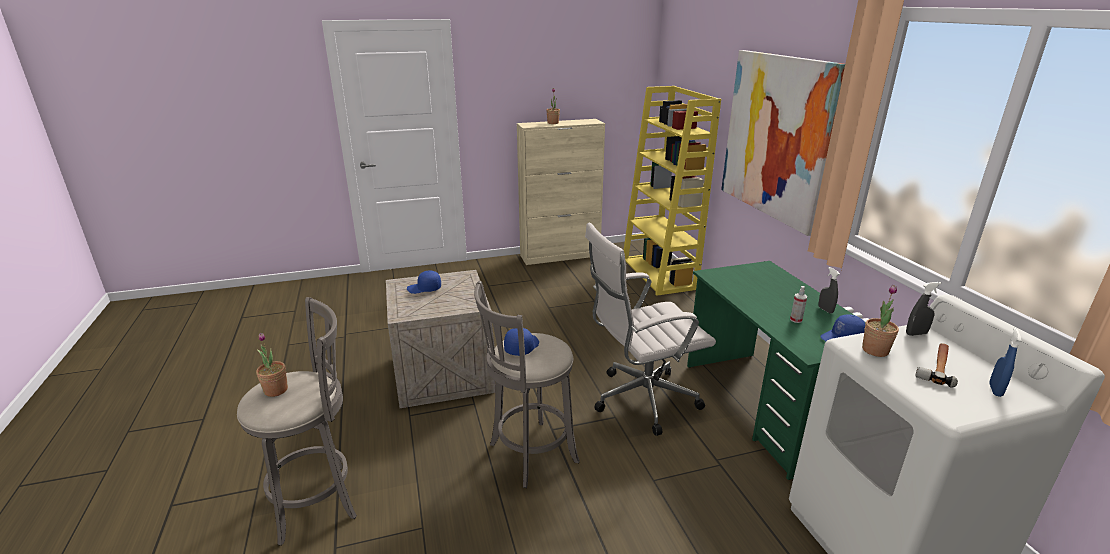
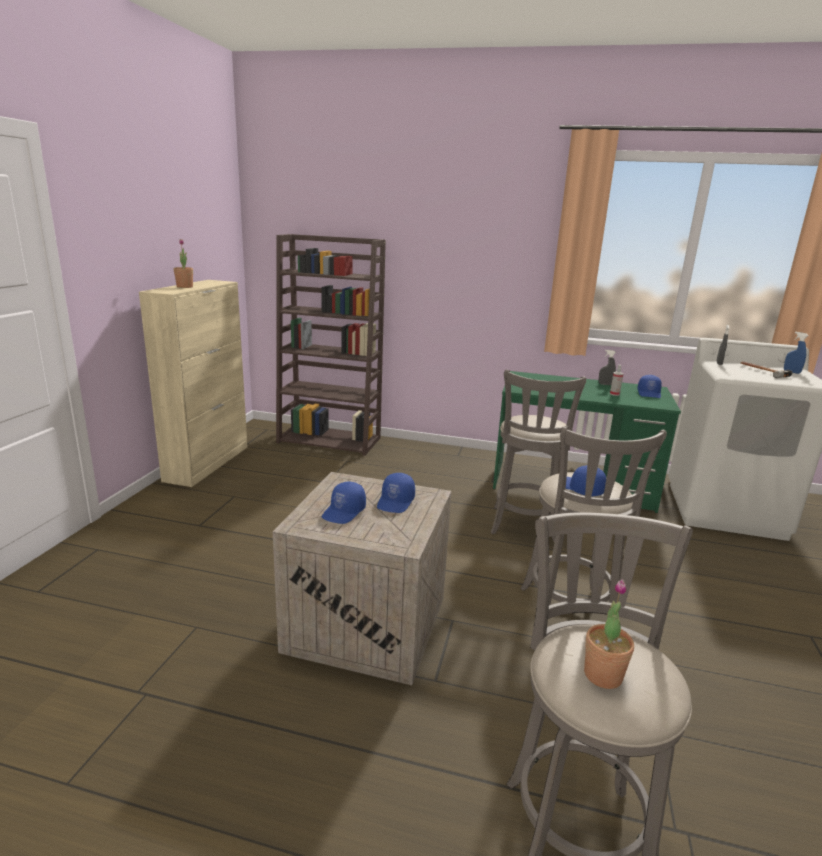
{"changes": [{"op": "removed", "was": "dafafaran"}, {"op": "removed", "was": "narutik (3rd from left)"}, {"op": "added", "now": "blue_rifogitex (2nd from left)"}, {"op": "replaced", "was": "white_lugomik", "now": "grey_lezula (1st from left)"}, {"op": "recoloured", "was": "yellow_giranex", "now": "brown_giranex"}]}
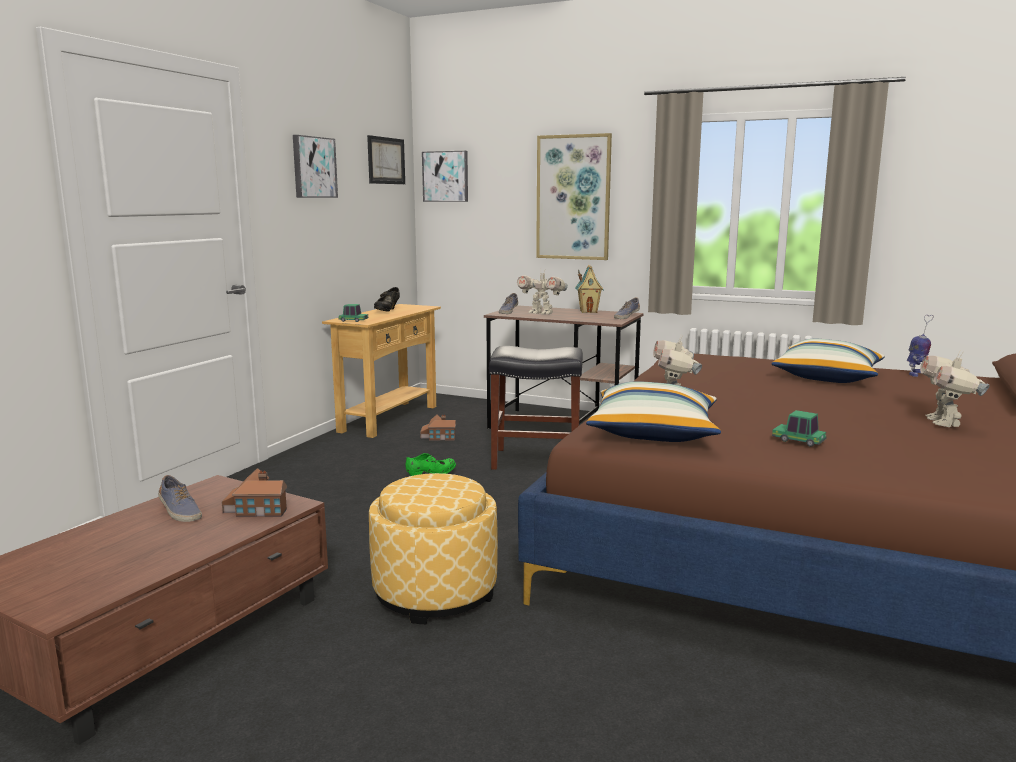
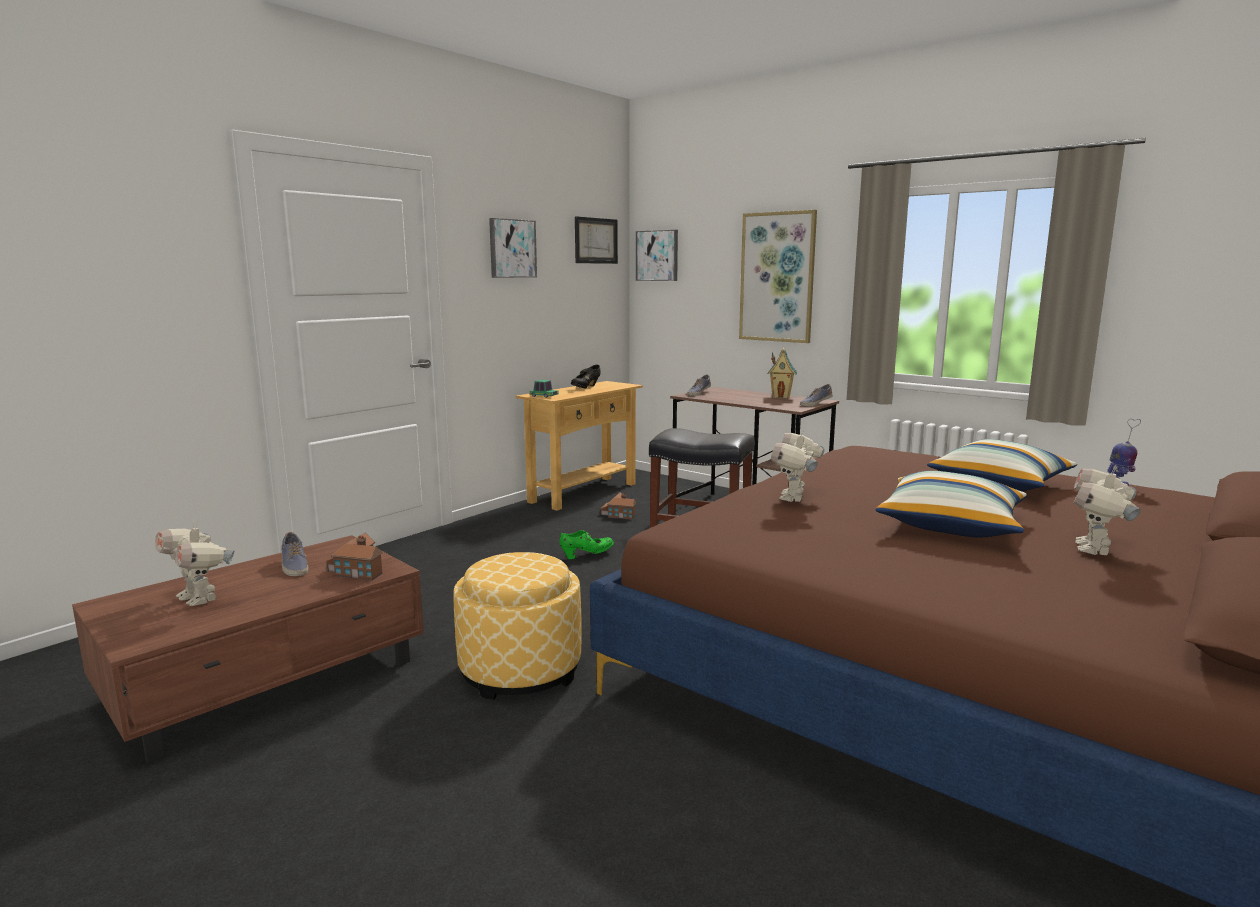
{"changes": [{"op": "removed", "was": "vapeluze (2nd from left)"}, {"op": "moved", "was": "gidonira (1st from left)"}, {"op": "moved", "was": "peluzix (1st from left)"}]}
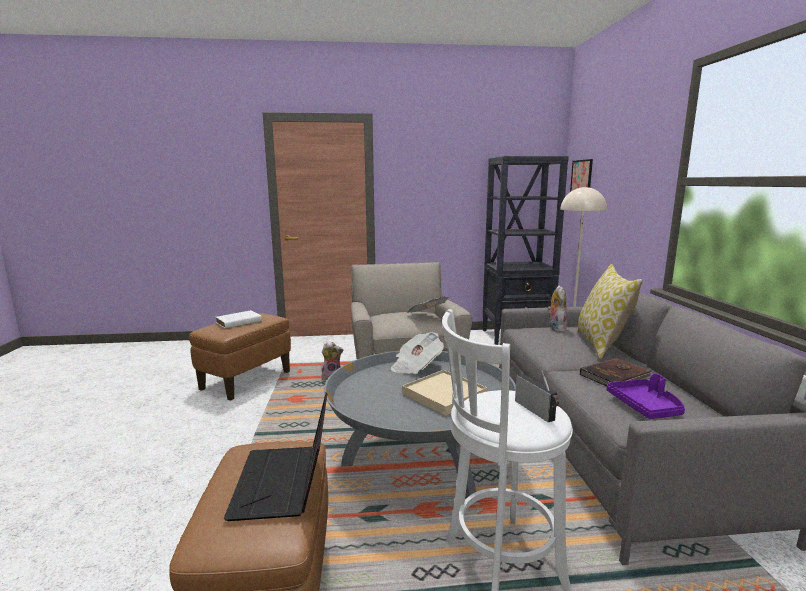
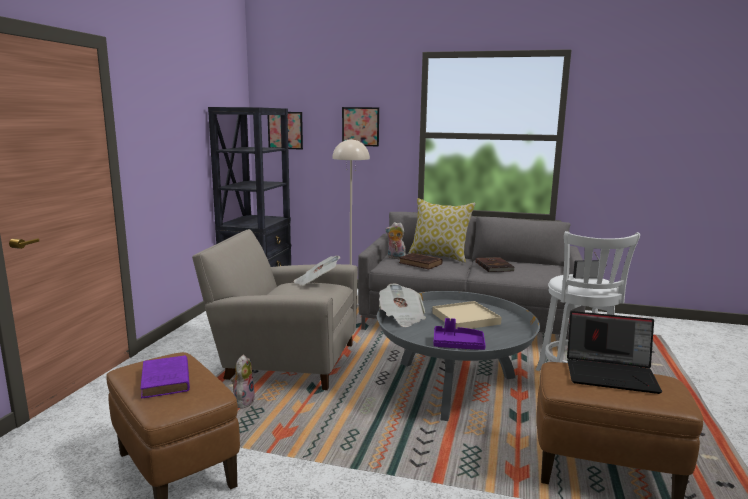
{"changes": [{"op": "added", "now": "dafafaran (2nd from left)"}, {"op": "added", "now": "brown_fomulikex (1st from left)"}, {"op": "moved", "was": "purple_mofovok"}, {"op": "recoloured", "was": "white_fomulikex", "now": "purple_fomulikex"}]}
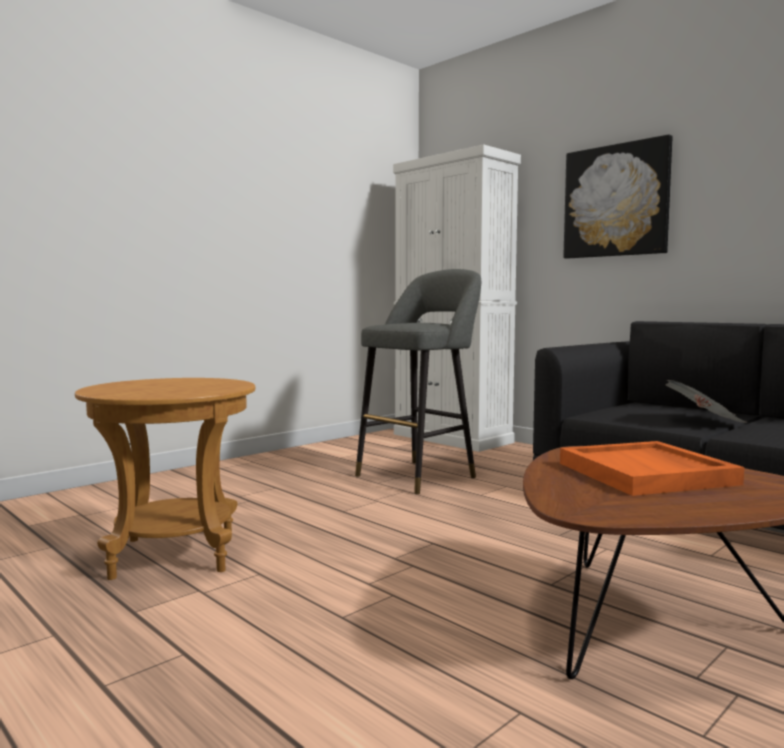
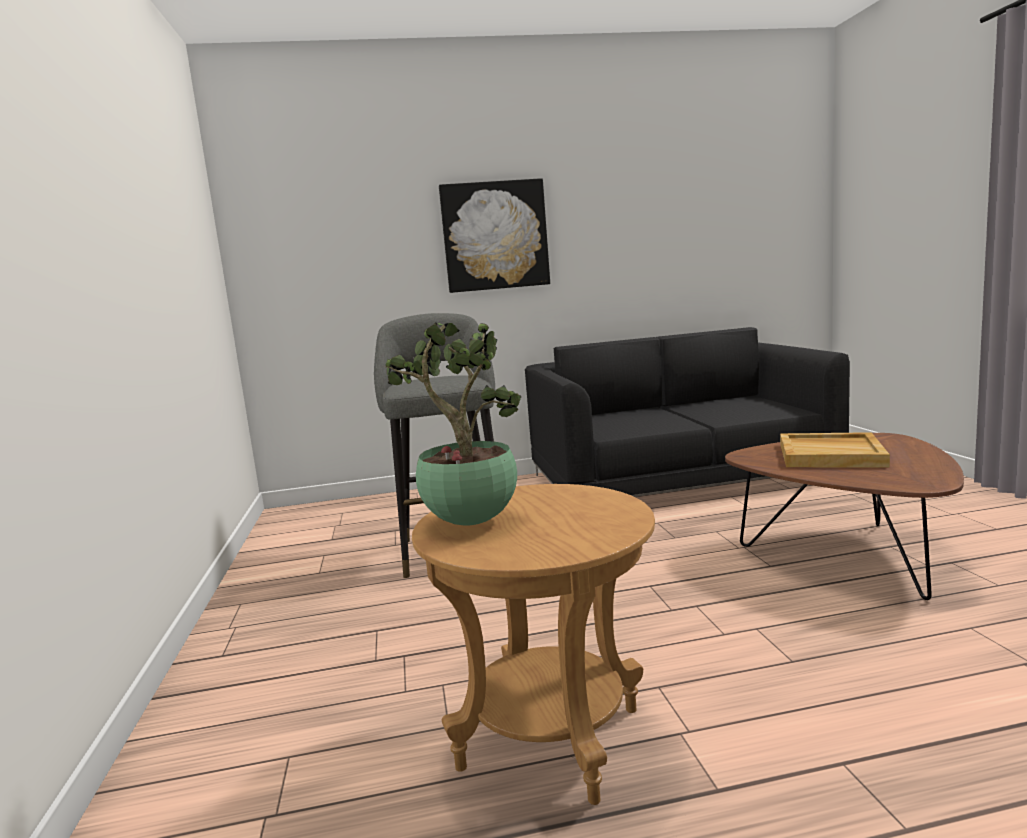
{"changes": [{"op": "removed", "was": "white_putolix"}, {"op": "removed", "was": "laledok"}, {"op": "added", "now": "narutik"}, {"op": "recoloured", "was": "orange_mofovok", "now": "beige_mofovok"}]}
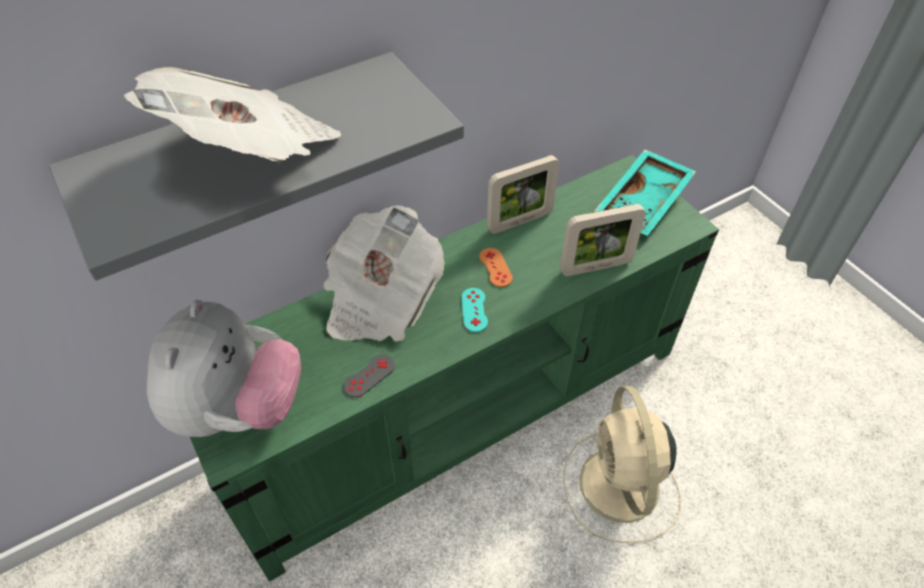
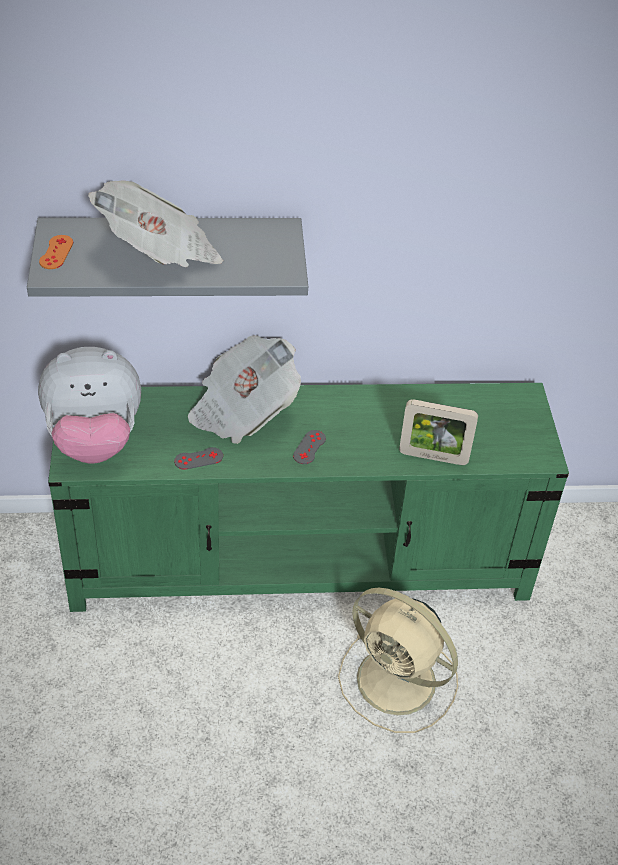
{"changes": [{"op": "removed", "was": "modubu (1st from left)"}, {"op": "removed", "was": "turquoise_mofovok"}, {"op": "moved", "was": "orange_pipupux"}, {"op": "recoloured", "was": "turquoise_pipupux", "now": "grey_pipupux (2nd from left)"}, {"op": "turned", "was": "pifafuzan", "clockwise": 45}, {"op": "turned", "was": "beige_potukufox", "clockwise": -75}]}
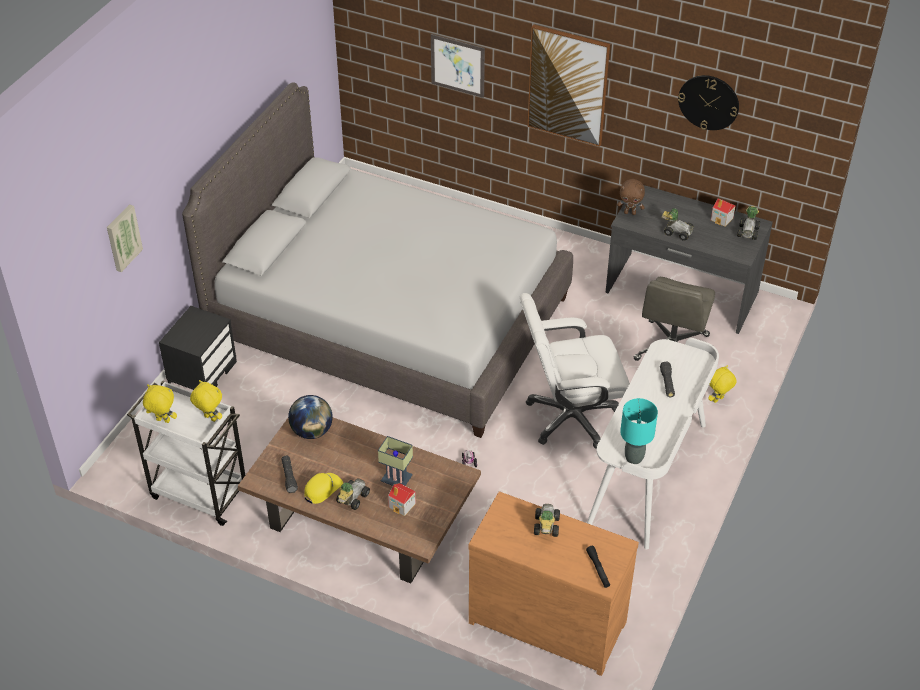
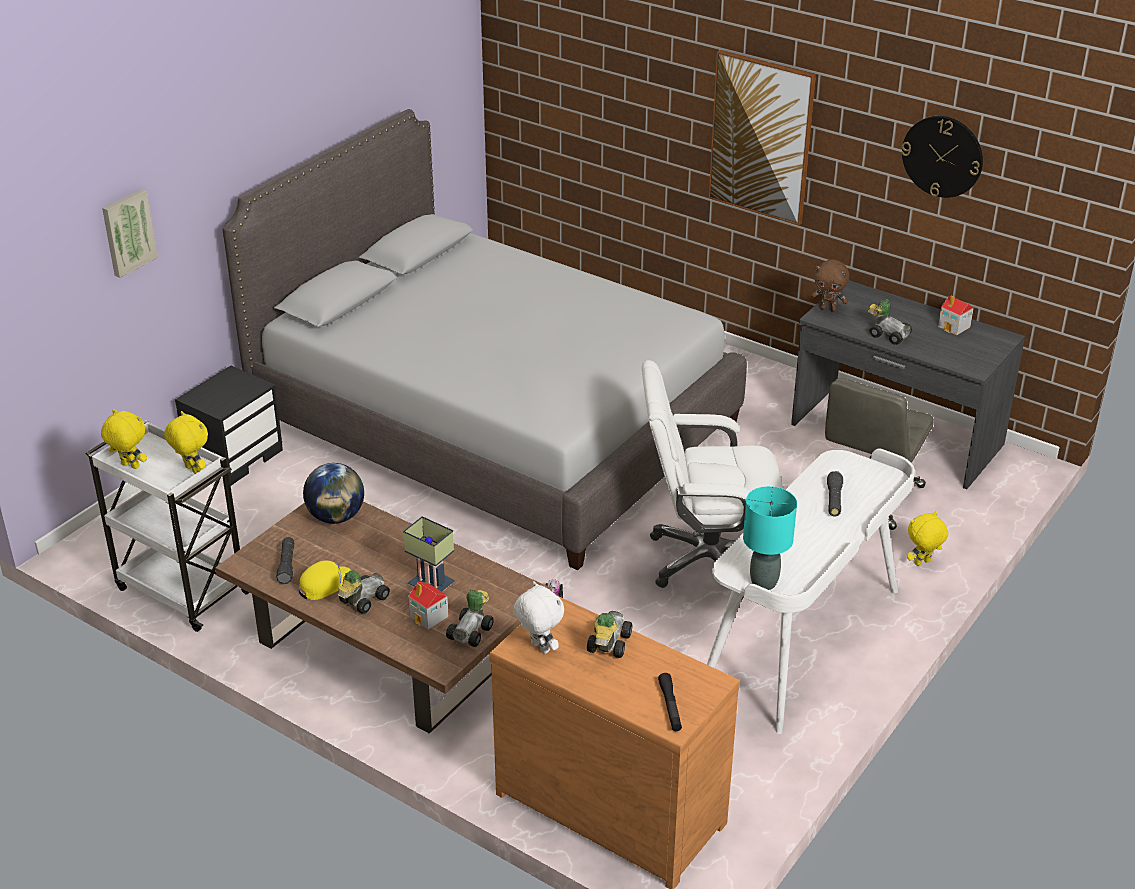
{"changes": [{"op": "removed", "was": "dafafaran (2nd from left)"}, {"op": "added", "now": "white_pifafuzan"}, {"op": "moved", "was": "vapeluze (5th from left in the first image)", "now": "vapeluze (2nd from left)"}]}
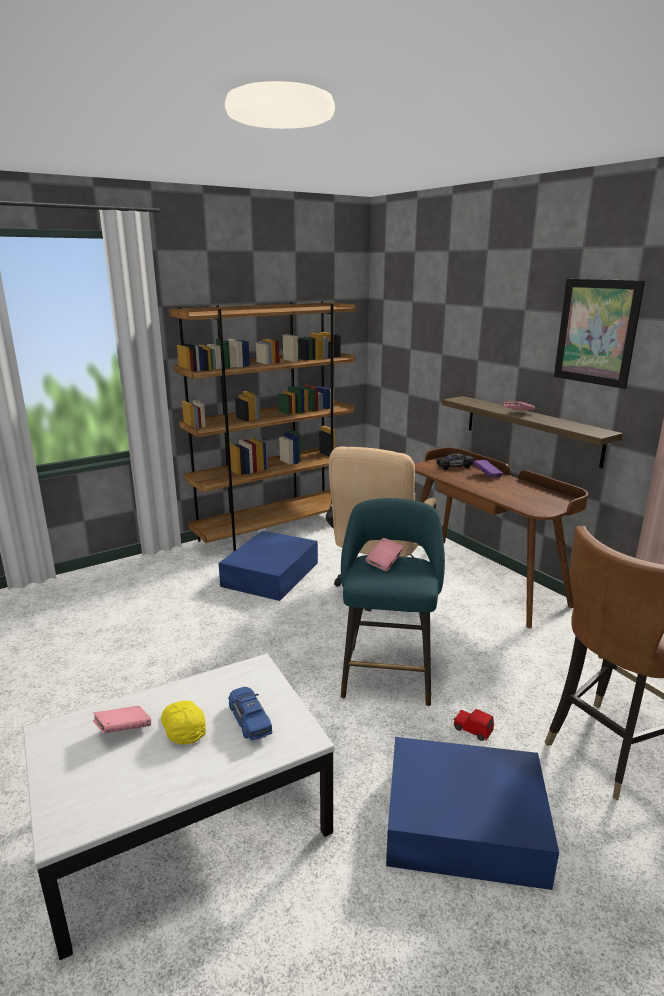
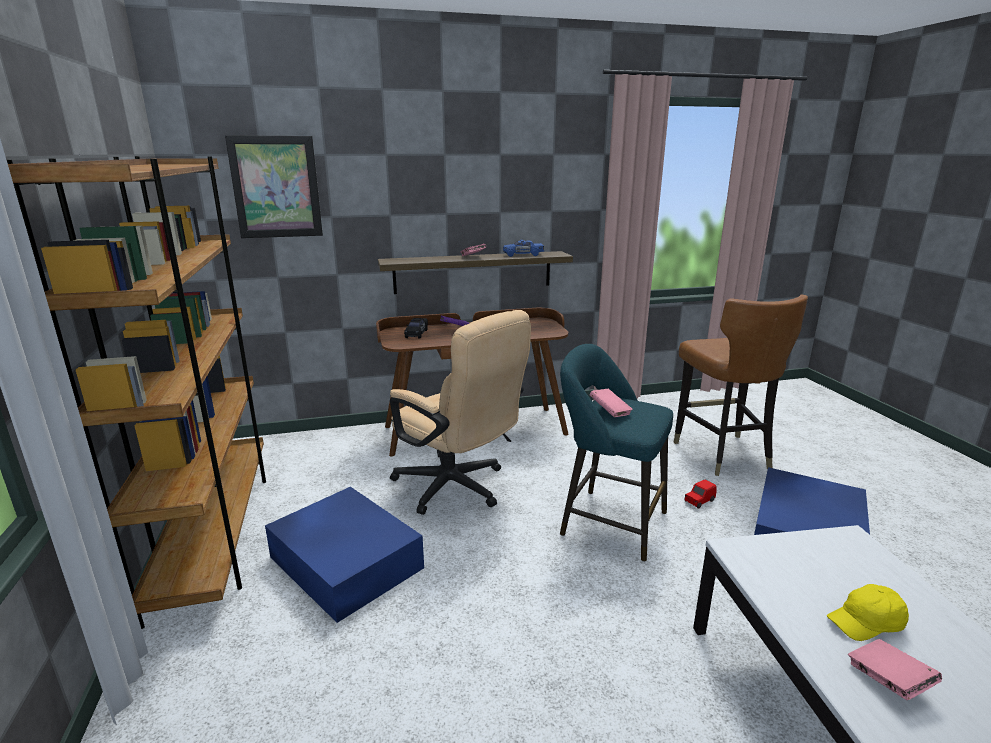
{"changes": [{"op": "moved", "was": "blue_vapeluze"}, {"op": "moved", "was": "dafafaran"}]}
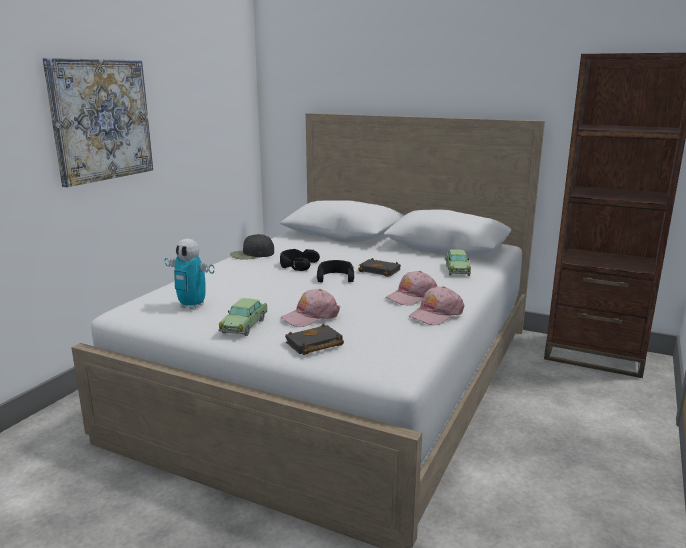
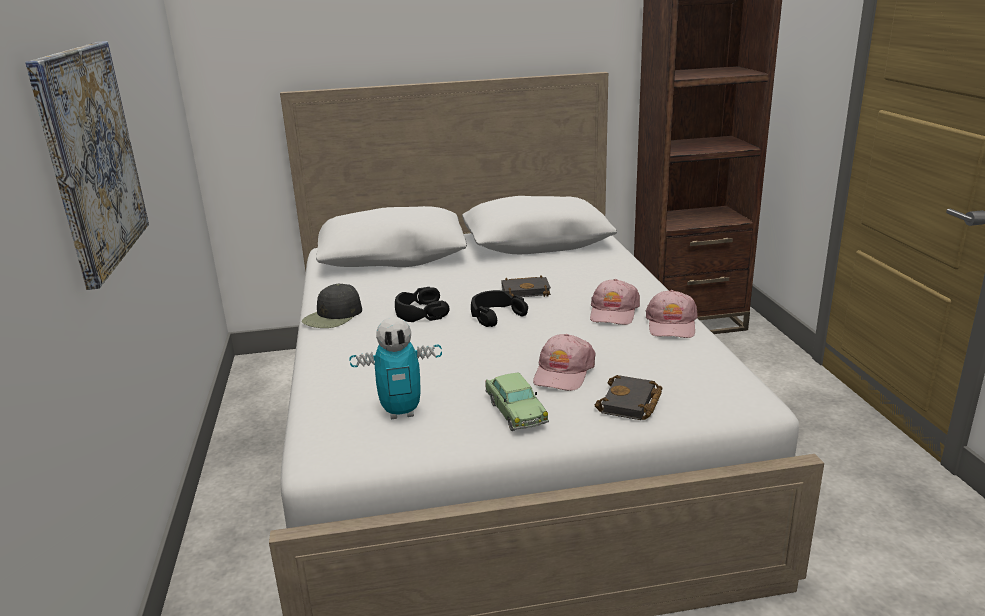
{"changes": [{"op": "removed", "was": "vapeluze (2nd from left)"}]}
